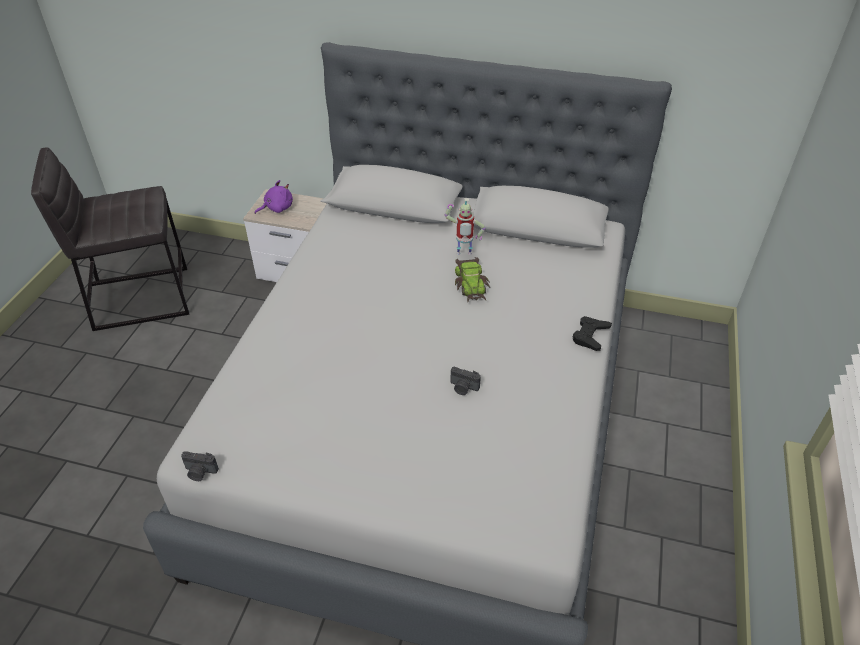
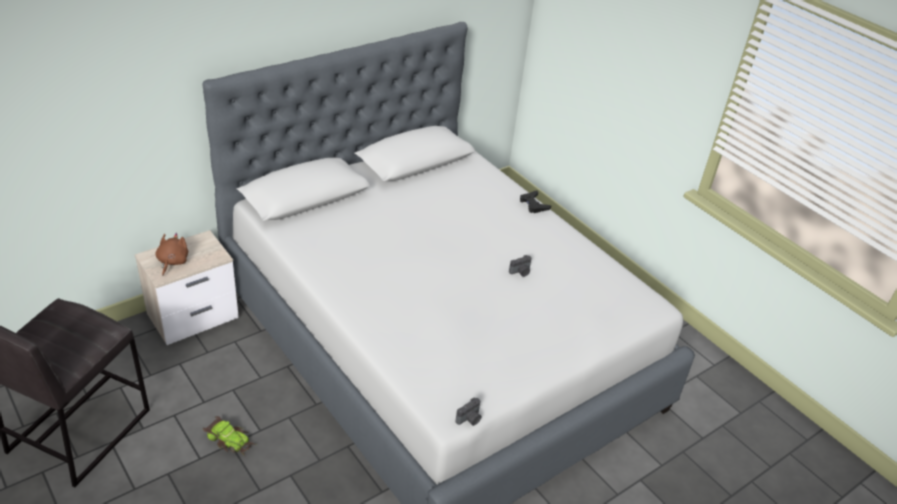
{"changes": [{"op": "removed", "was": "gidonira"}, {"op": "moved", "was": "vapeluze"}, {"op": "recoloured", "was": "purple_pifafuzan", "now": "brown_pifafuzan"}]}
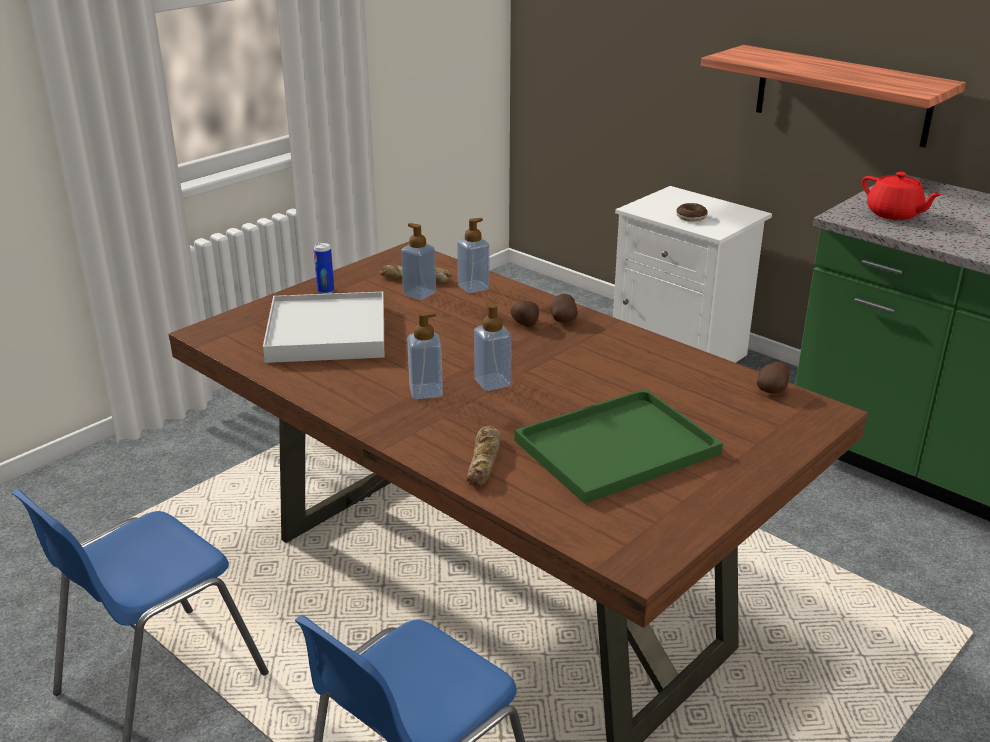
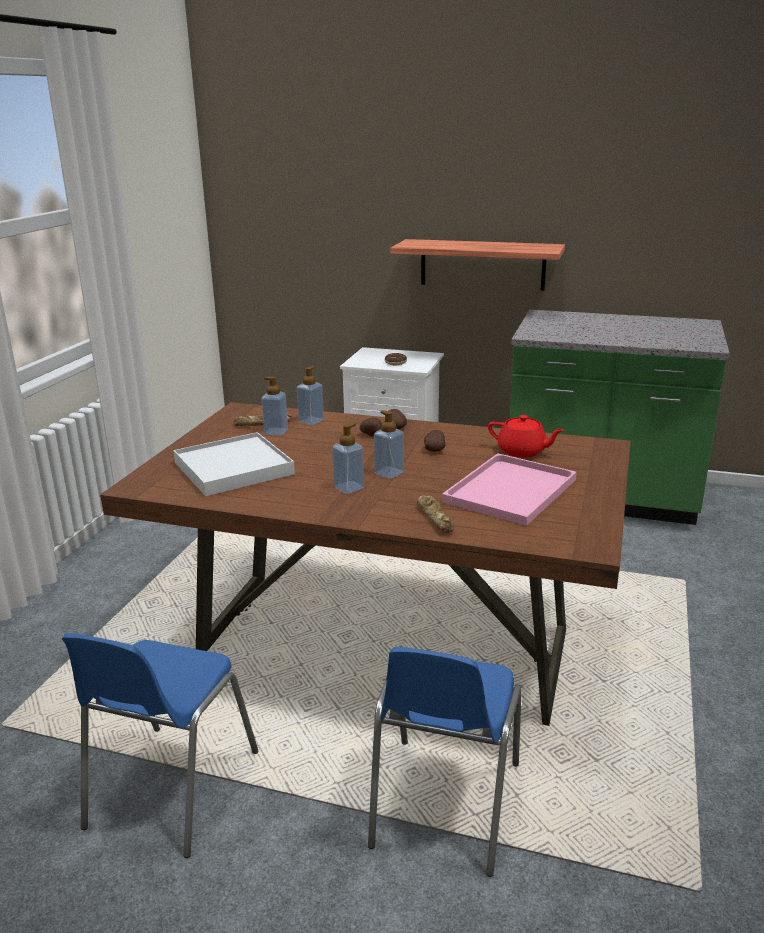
{"changes": [{"op": "removed", "was": "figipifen"}, {"op": "moved", "was": "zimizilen (3rd from left)"}, {"op": "moved", "was": "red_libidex"}, {"op": "recoloured", "was": "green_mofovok", "now": "pink_mofovok"}]}
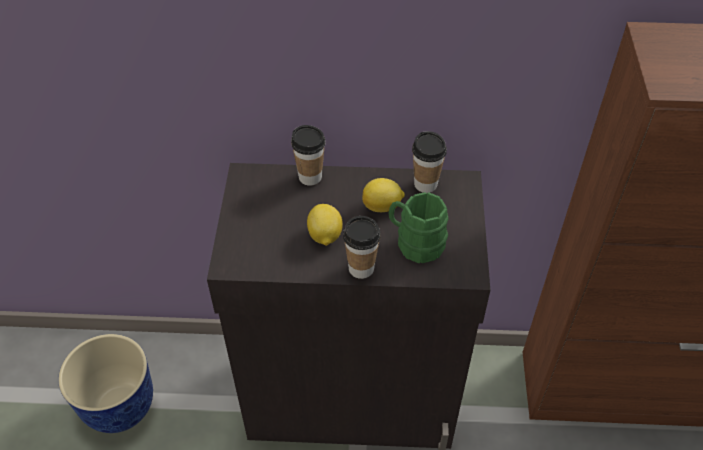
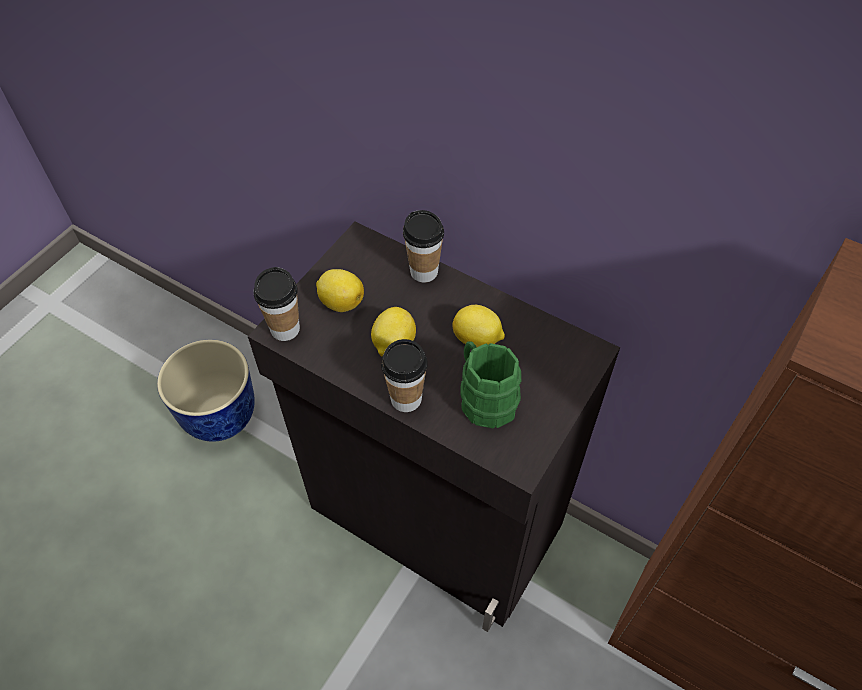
{"changes": [{"op": "added", "now": "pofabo (1st from left)"}, {"op": "moved", "was": "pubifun (3rd from left in the first image)", "now": "pubifun (1st from left)"}]}
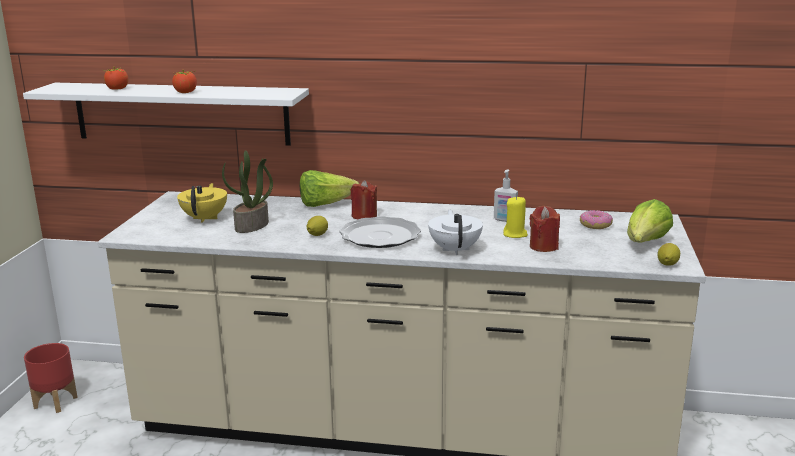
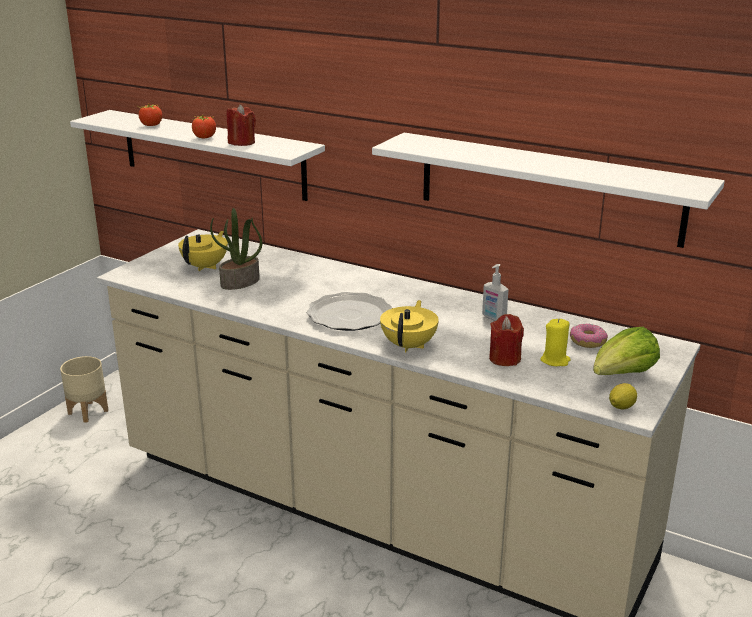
{"changes": [{"op": "removed", "was": "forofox (1st from left)"}, {"op": "removed", "was": "pofabo (1st from left)"}, {"op": "added", "now": "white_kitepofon (2nd from left)"}, {"op": "moved", "was": "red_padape (1st from left)"}, {"op": "moved", "was": "yellow_padape"}, {"op": "recoloured", "was": "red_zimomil", "now": "beige_zimomil"}, {"op": "recoloured", "was": "white_libidex", "now": "yellow_libidex (2nd from left)"}]}
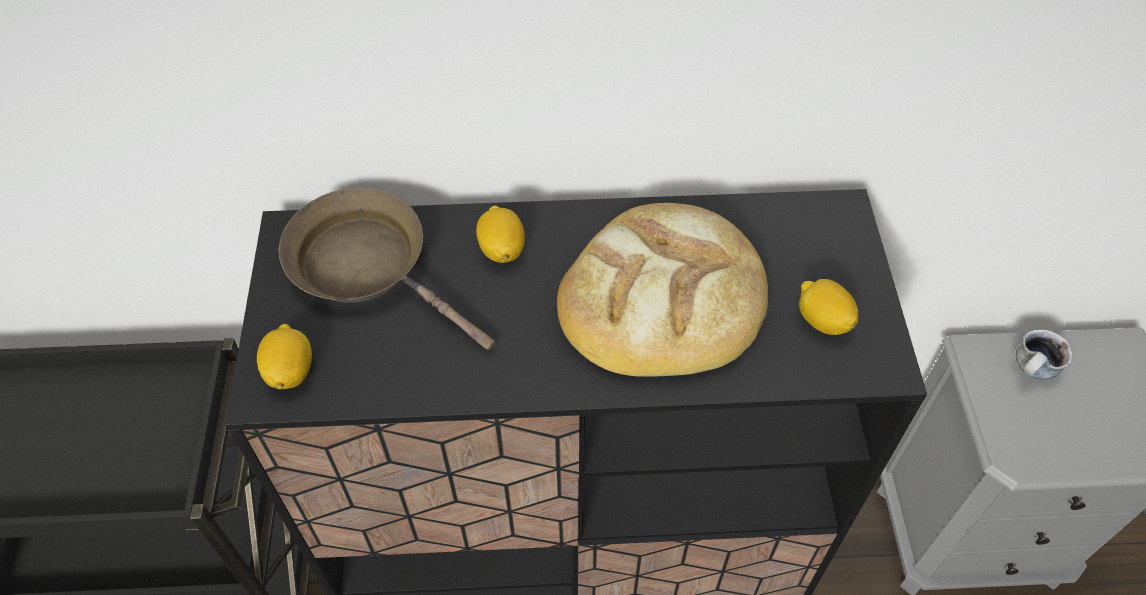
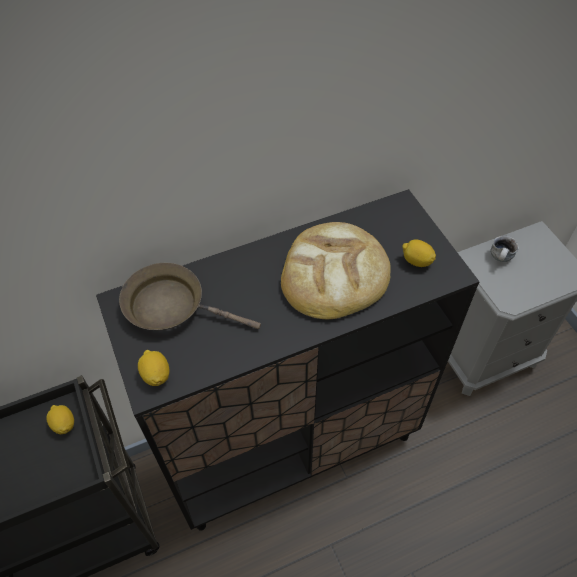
{"changes": [{"op": "moved", "was": "pofabo (2nd from left in the first image)", "now": "pofabo (1st from left)"}]}
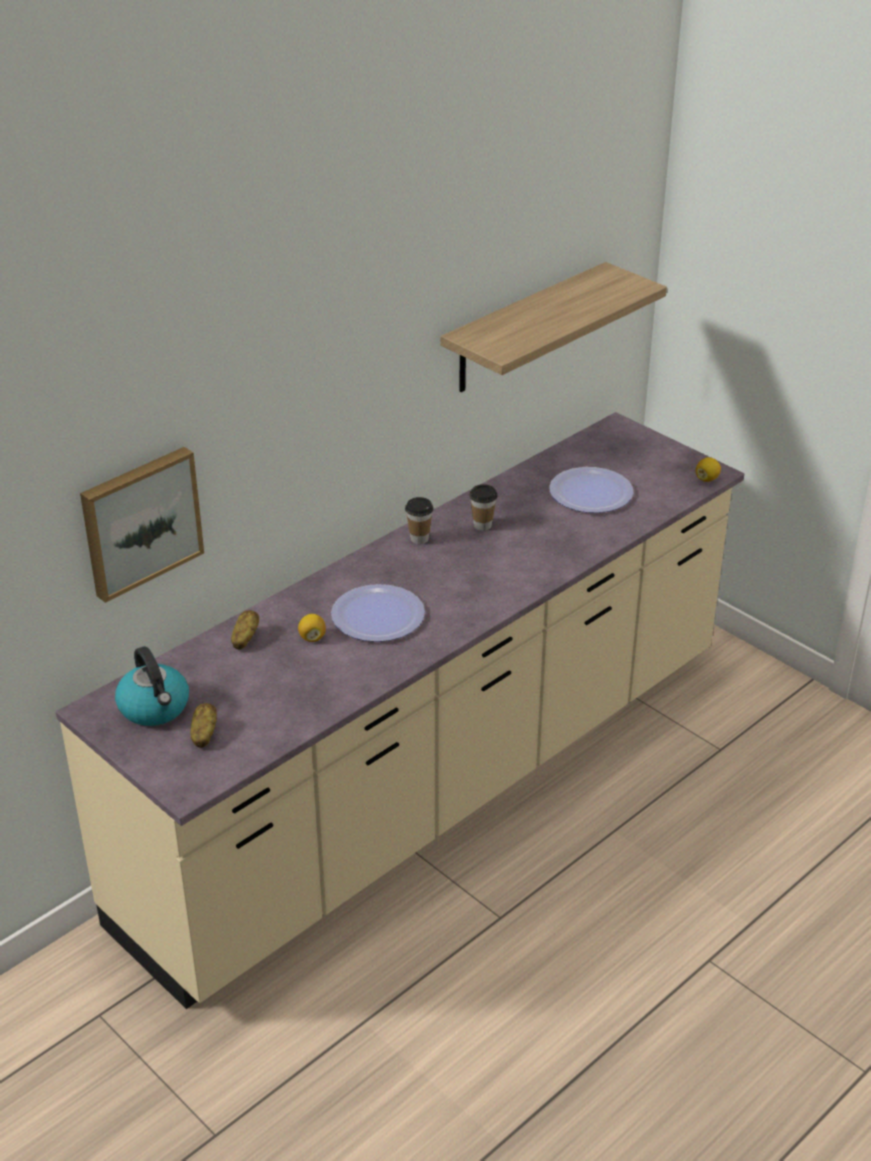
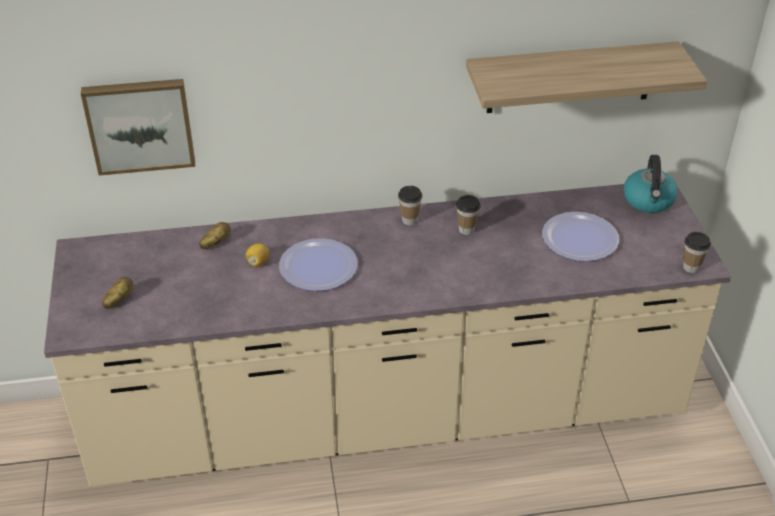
{"changes": [{"op": "moved", "was": "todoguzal"}, {"op": "replaced", "was": "pofabo (2nd from left)", "now": "pubifun (3rd from left)"}]}
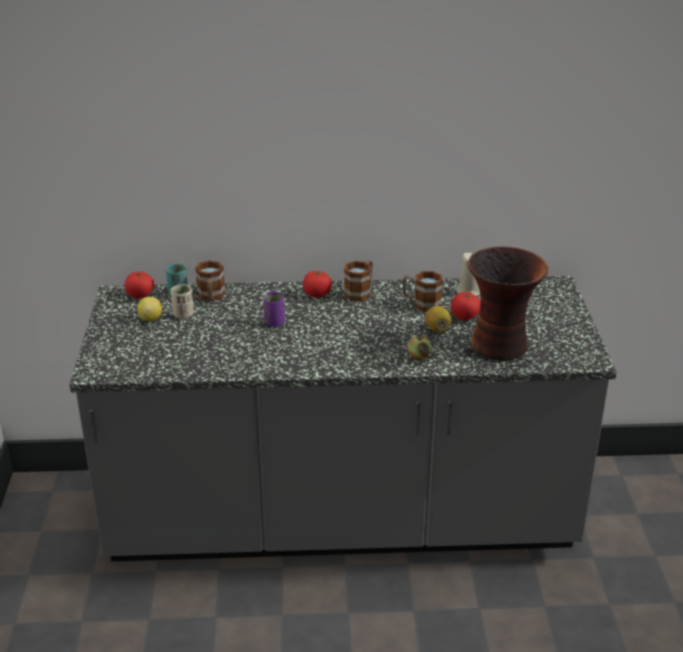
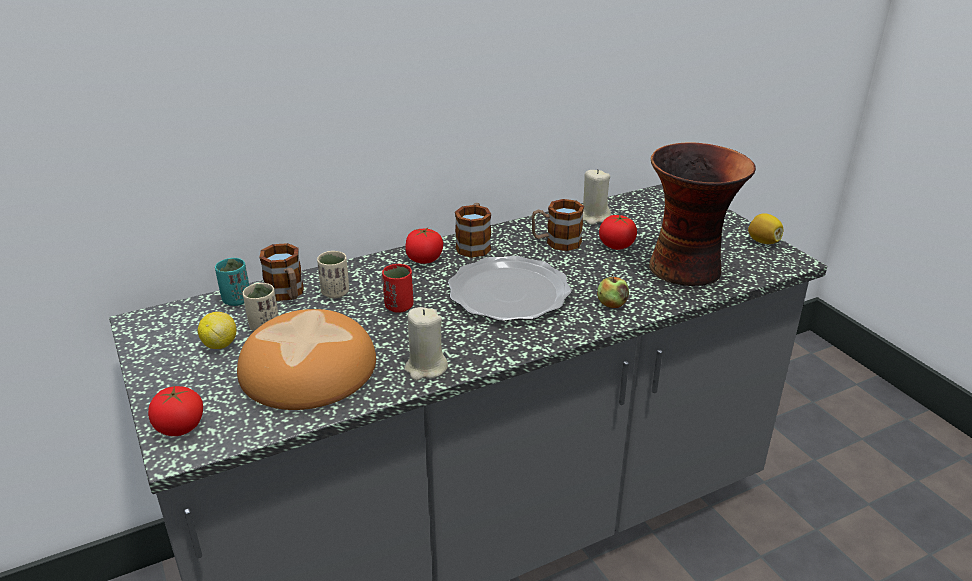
{"changes": [{"op": "added", "now": "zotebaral"}, {"op": "added", "now": "beige_pubifun (2nd from left)"}, {"op": "added", "now": "beige_padape (1st from left)"}, {"op": "added", "now": "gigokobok"}, {"op": "moved", "was": "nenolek (1st from left)"}, {"op": "moved", "was": "pofabo (2nd from left)"}, {"op": "recoloured", "was": "purple_pubifun", "now": "red_pubifun"}]}
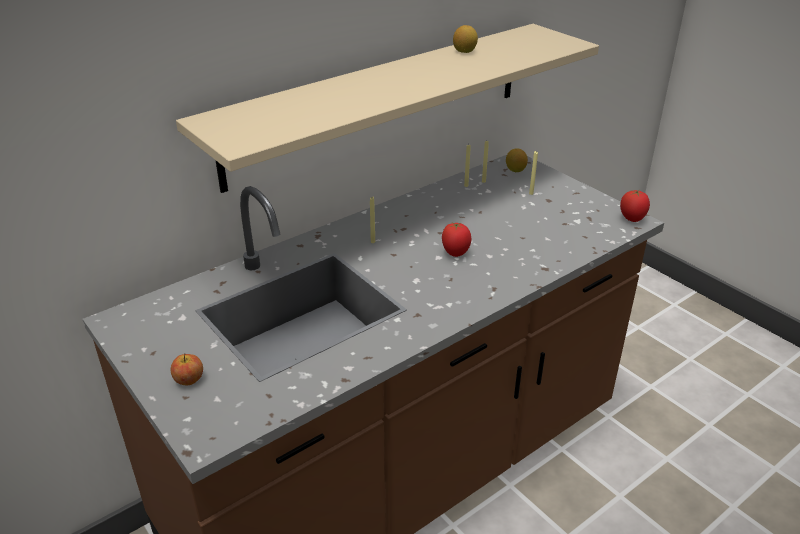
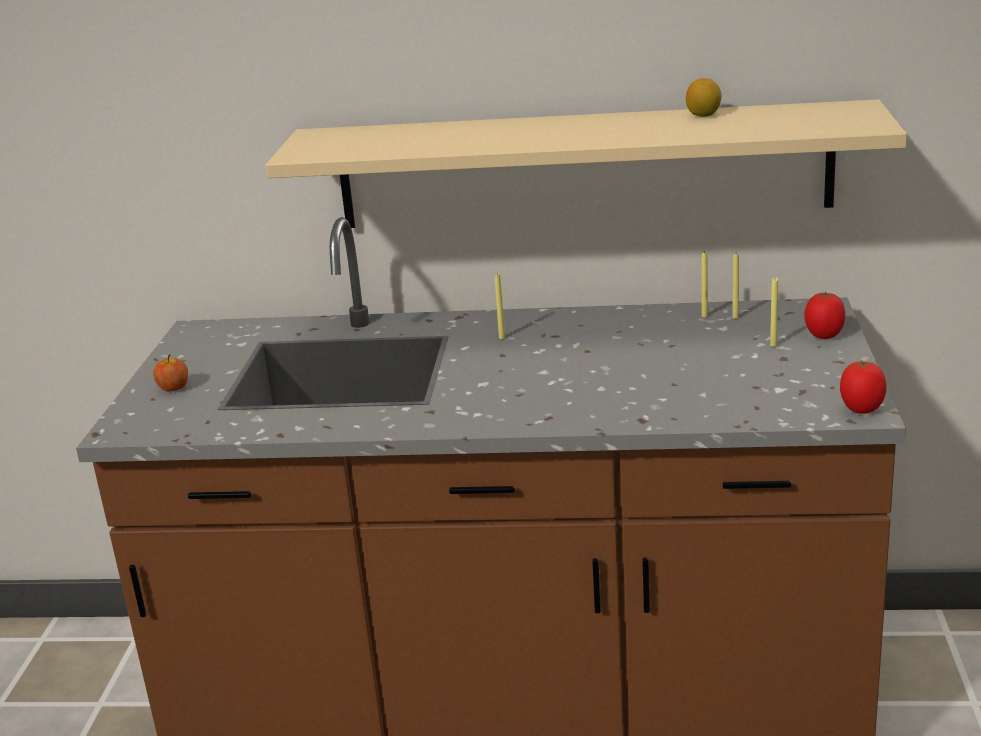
{"changes": [{"op": "removed", "was": "pofabo (2nd from left)"}, {"op": "moved", "was": "nenolek (1st from left)"}]}
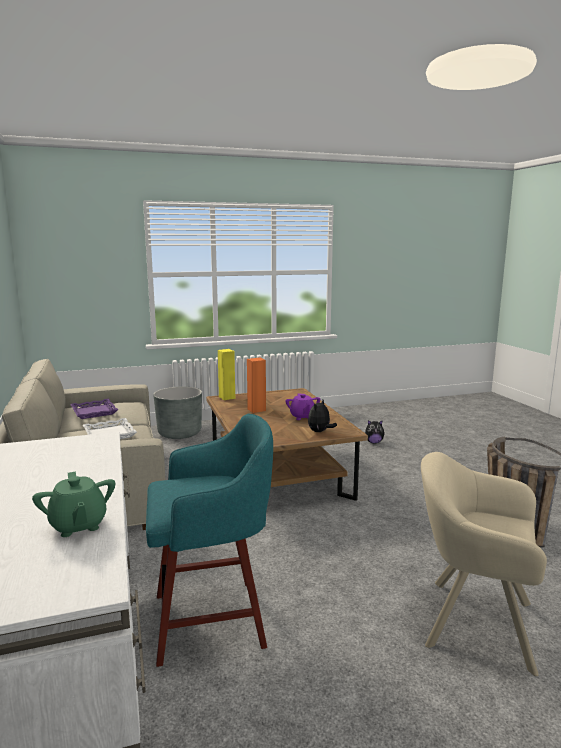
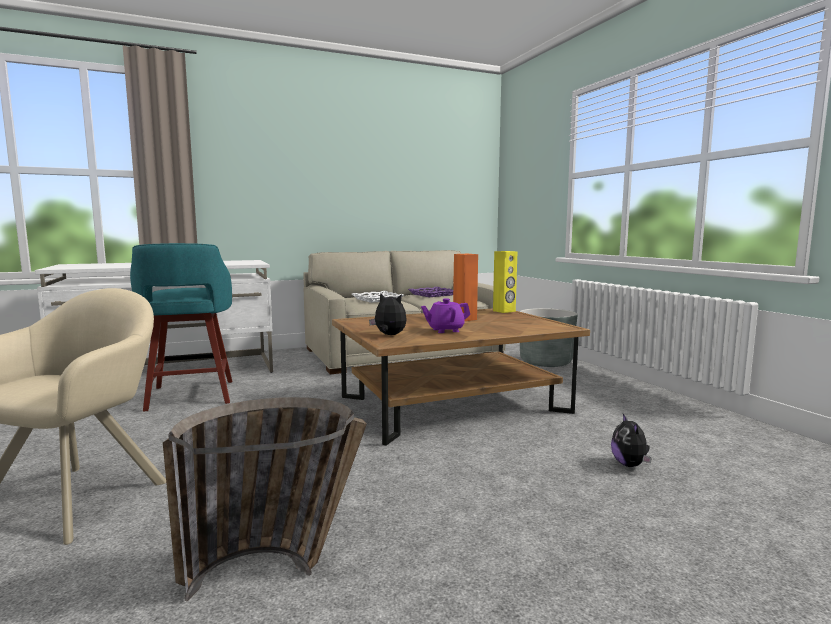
{"changes": [{"op": "removed", "was": "green_libidex"}]}
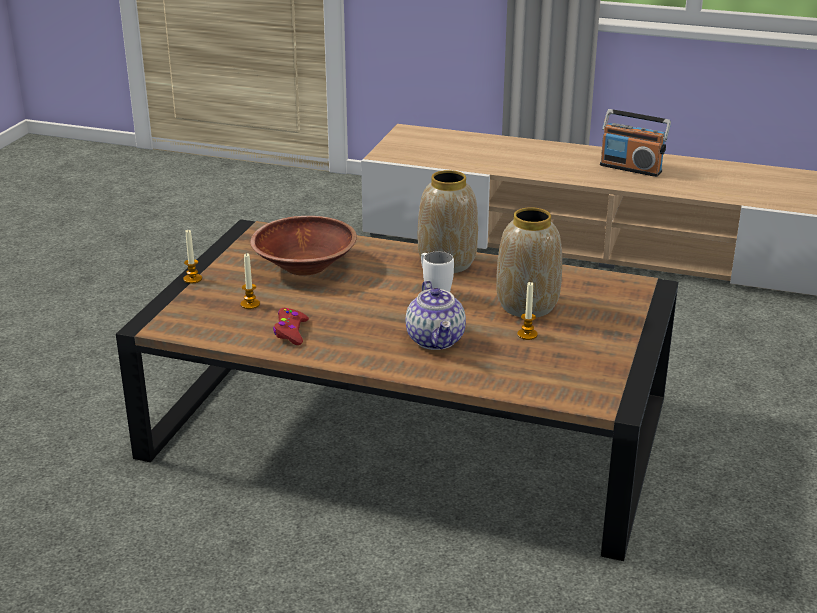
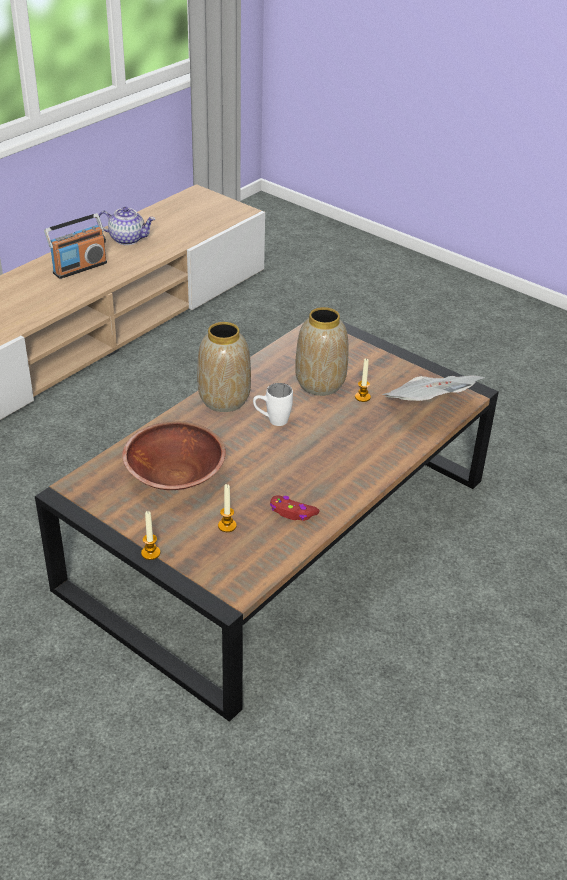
{"changes": [{"op": "added", "now": "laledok"}, {"op": "moved", "was": "libidex"}]}
